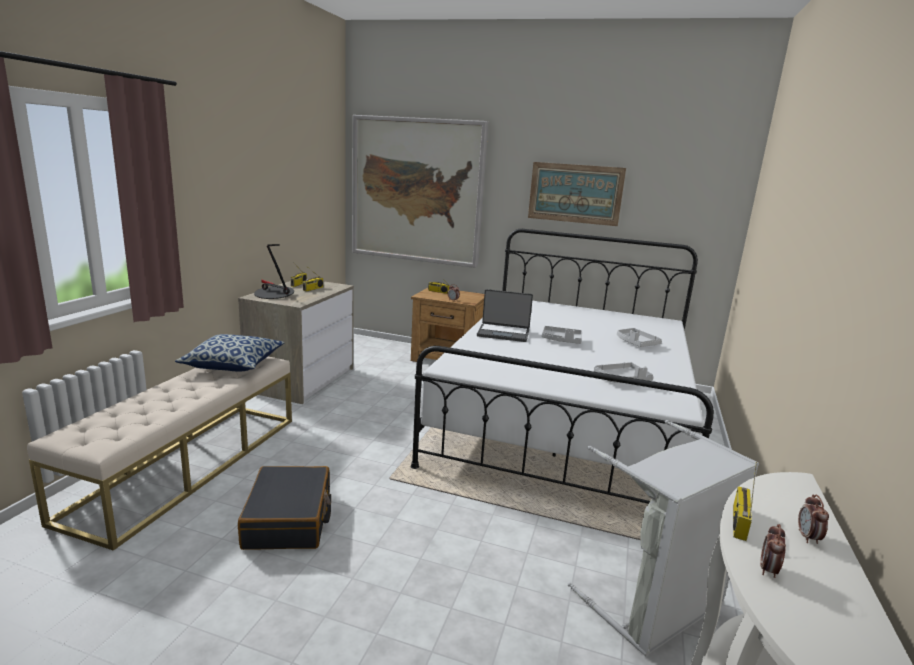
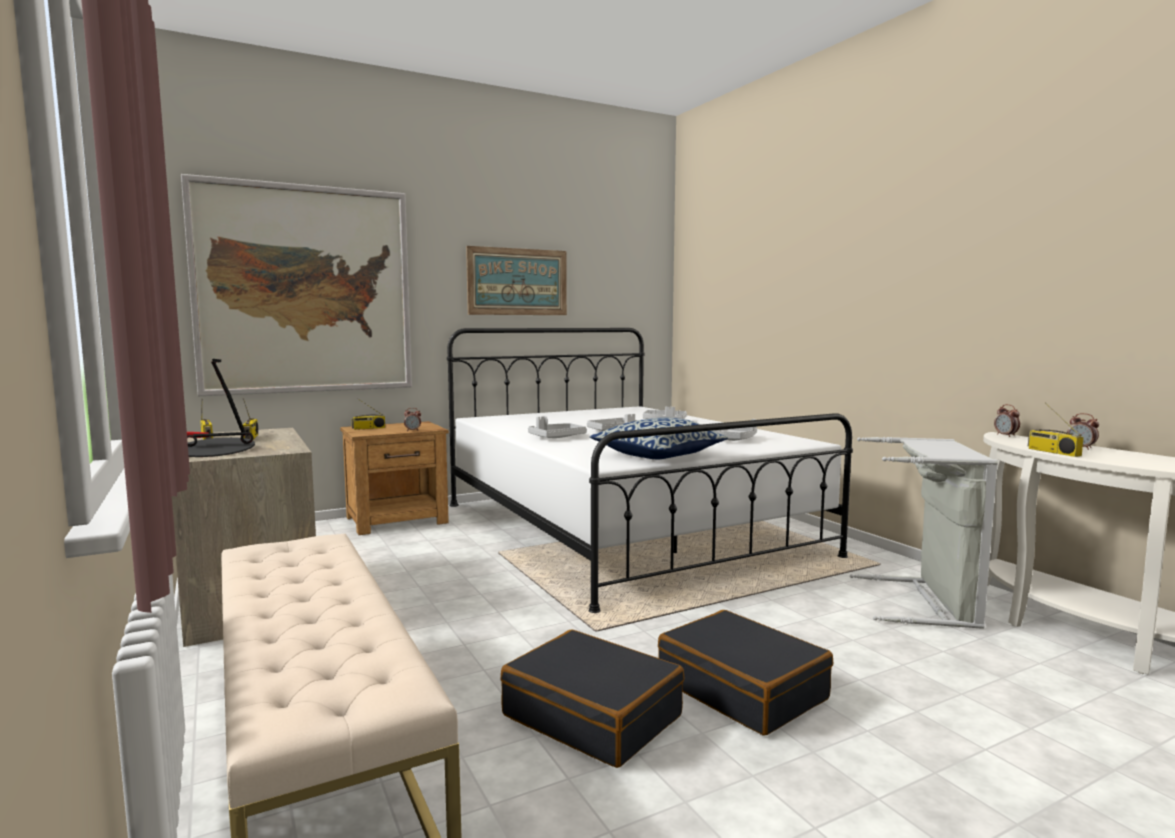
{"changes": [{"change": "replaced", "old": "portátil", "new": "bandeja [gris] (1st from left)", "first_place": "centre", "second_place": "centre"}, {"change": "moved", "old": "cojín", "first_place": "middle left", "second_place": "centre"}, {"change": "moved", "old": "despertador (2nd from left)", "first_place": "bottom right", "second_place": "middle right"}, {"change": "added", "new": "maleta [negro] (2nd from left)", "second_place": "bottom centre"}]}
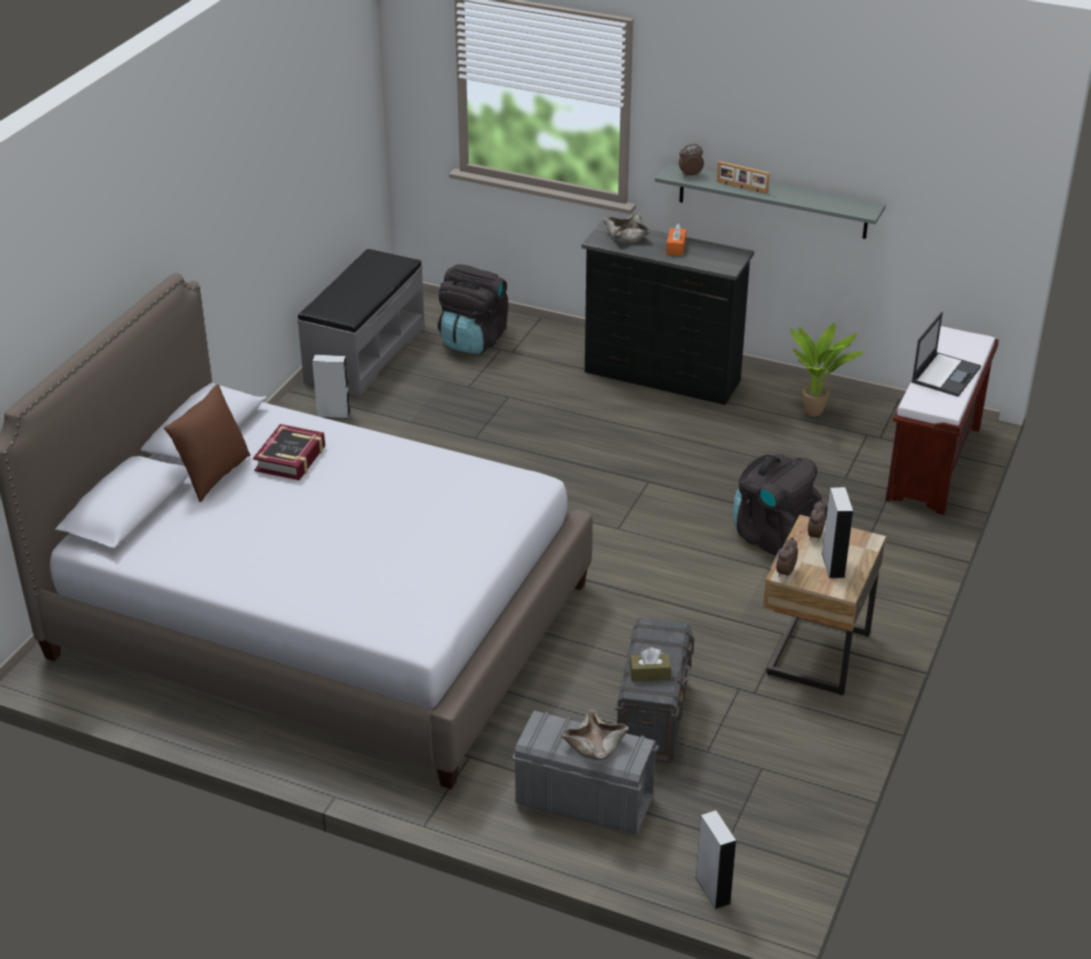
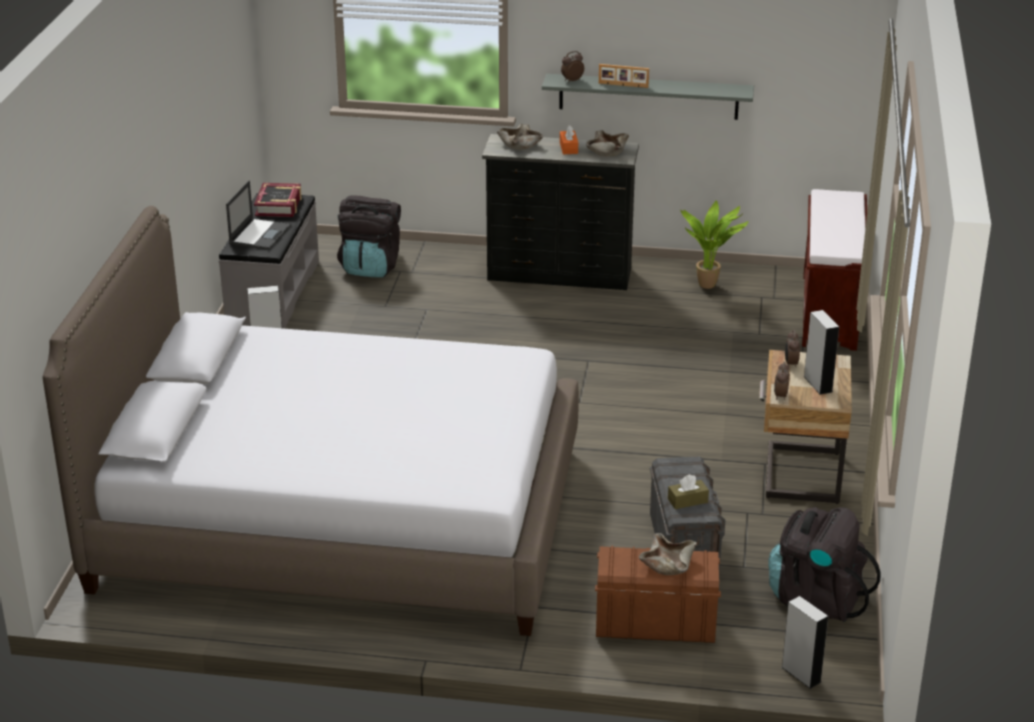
{"changes": [{"change": "moved", "old": "portátil", "first_place": "middle right", "second_place": "top left"}, {"change": "removed", "old": "cojín [marrón]", "first_place": "middle left"}, {"change": "moved", "old": "libro", "first_place": "middle left", "second_place": "top left"}, {"change": "moved", "old": "mochila [negro] (2nd from left)", "first_place": "middle right", "second_place": "bottom right"}, {"change": "recoloured", "old": "caja de almacenaje [gris] (1st from left)", "new": "caja de almacenaje [marrón]", "first_place": "bottom centre", "second_place": "bottom centre"}, {"change": "added", "new": "cuenco [beis] (2nd from left)", "second_place": "top centre"}]}
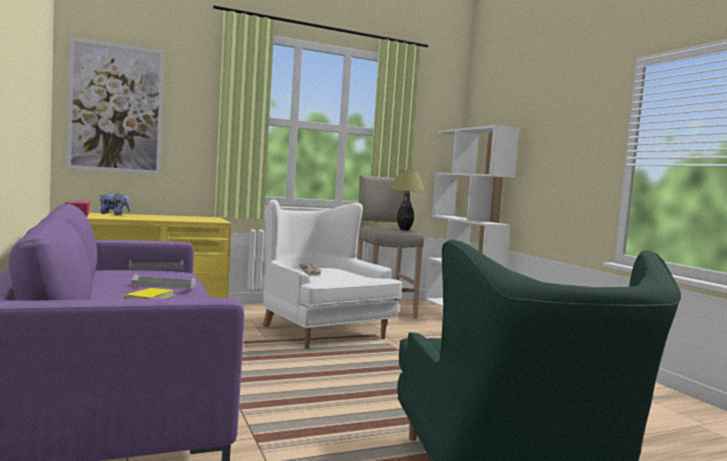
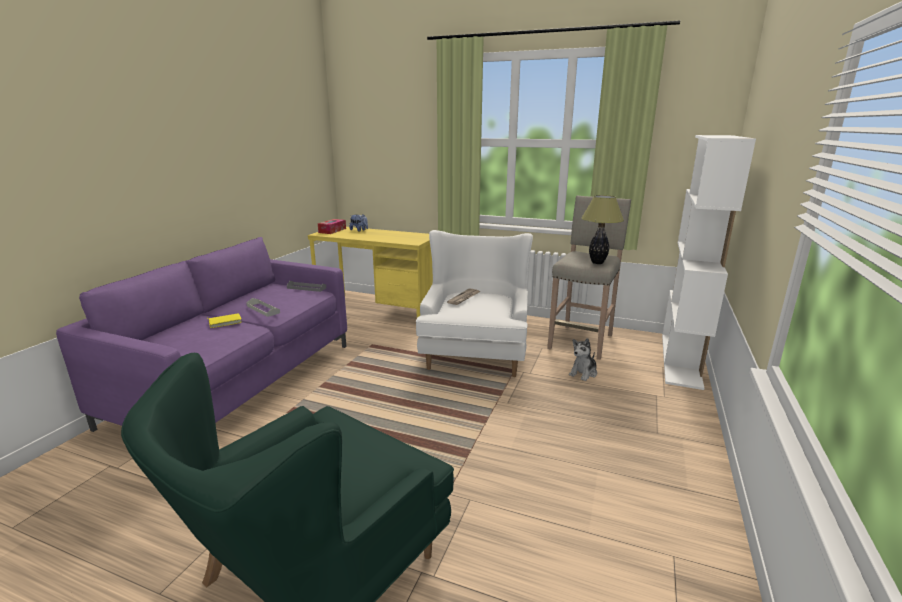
{"changes": [{"change": "removed", "old": "cuadro", "first_place": "top left"}, {"change": "added", "new": "peluche (2nd from left)", "second_place": "centre"}]}
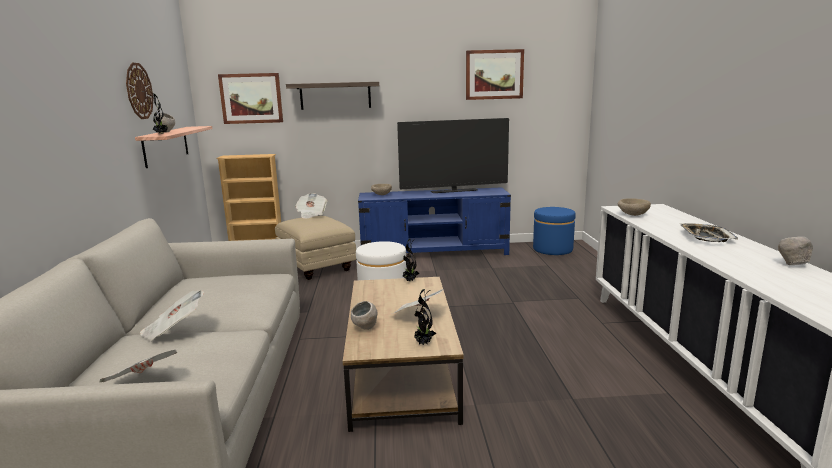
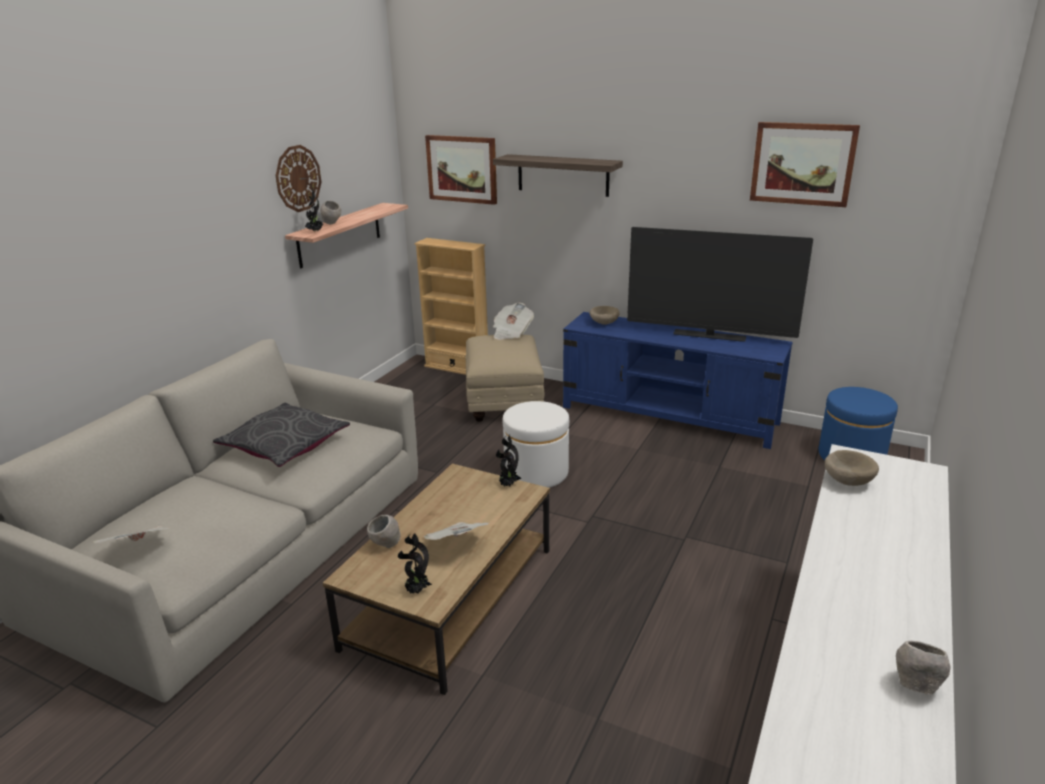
{"changes": [{"change": "removed", "old": "bandeja", "first_place": "middle right"}, {"change": "removed", "old": "periódico (2nd from left)", "first_place": "bottom left"}, {"change": "added", "new": "cojín [gris]", "second_place": "middle left"}]}
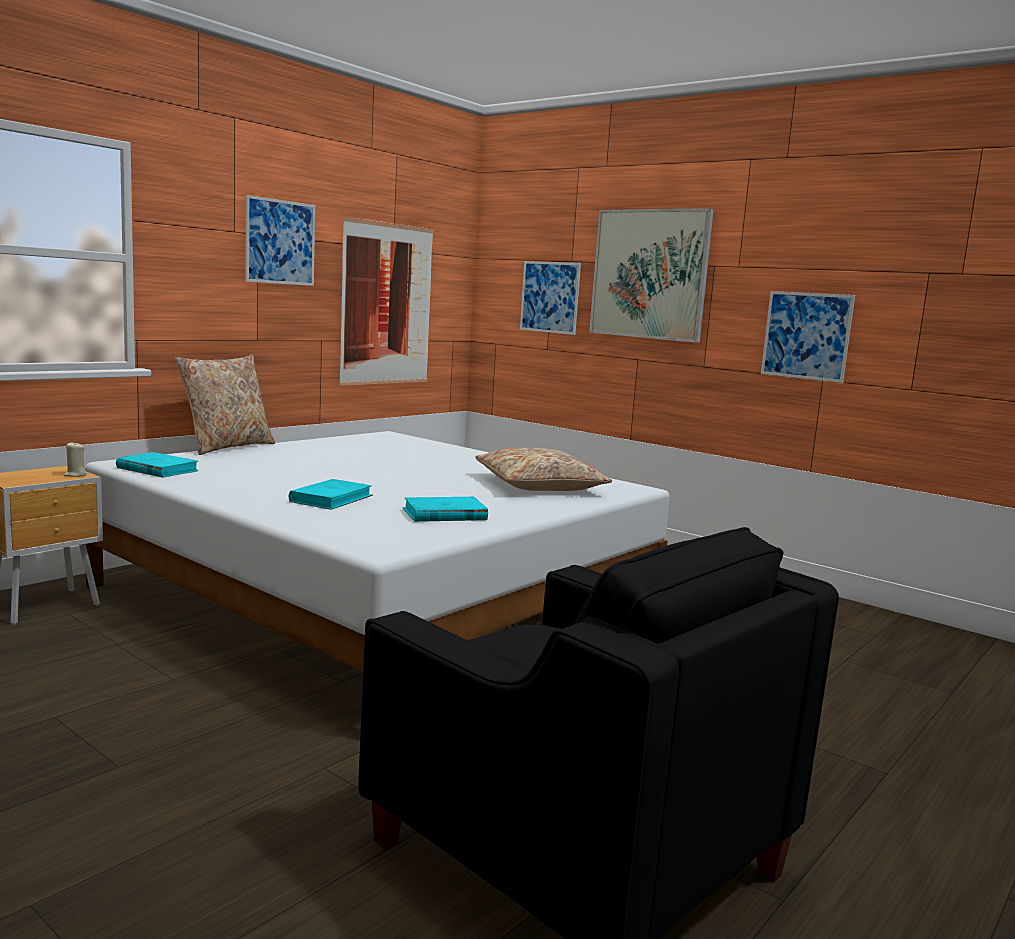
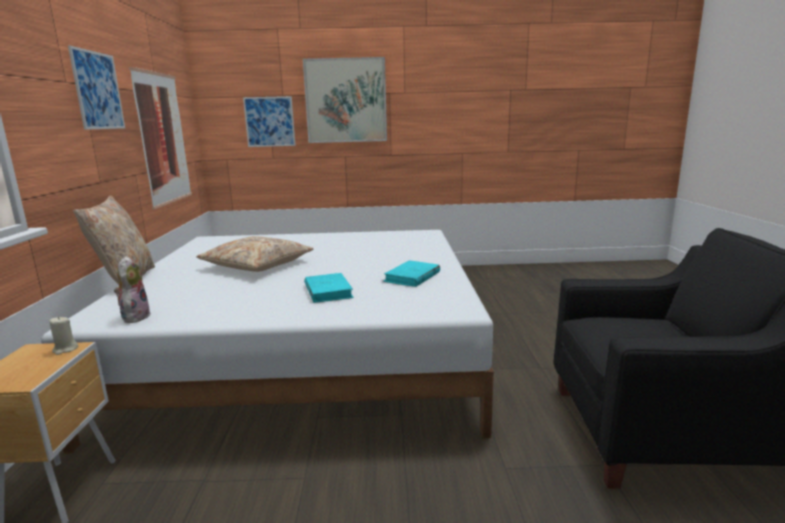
{"changes": [{"change": "removed", "old": "cuadro (5th from left)", "first_place": "middle right"}, {"change": "moved", "old": "cojín [beis] (2nd from left)", "first_place": "centre", "second_place": "middle left"}, {"change": "replaced", "old": "libro [turquesa] (1st from left)", "new": "peluche", "first_place": "middle left", "second_place": "middle left"}]}
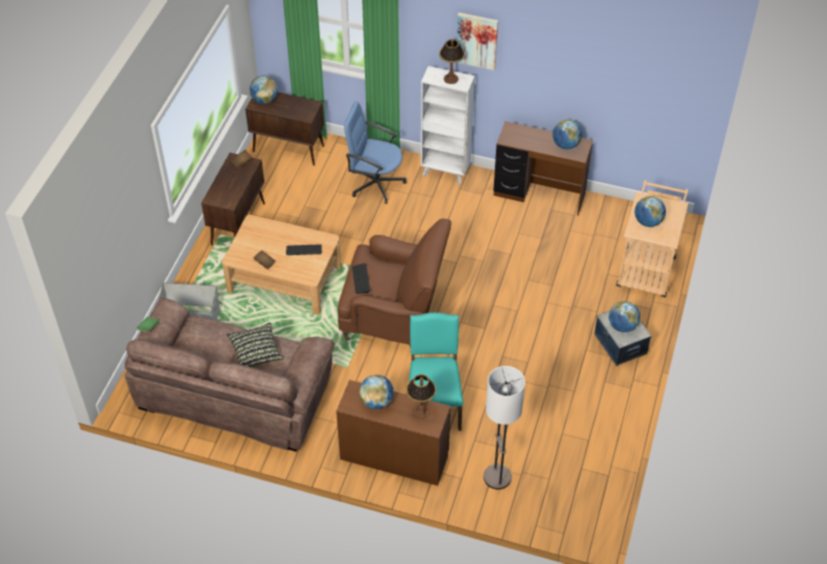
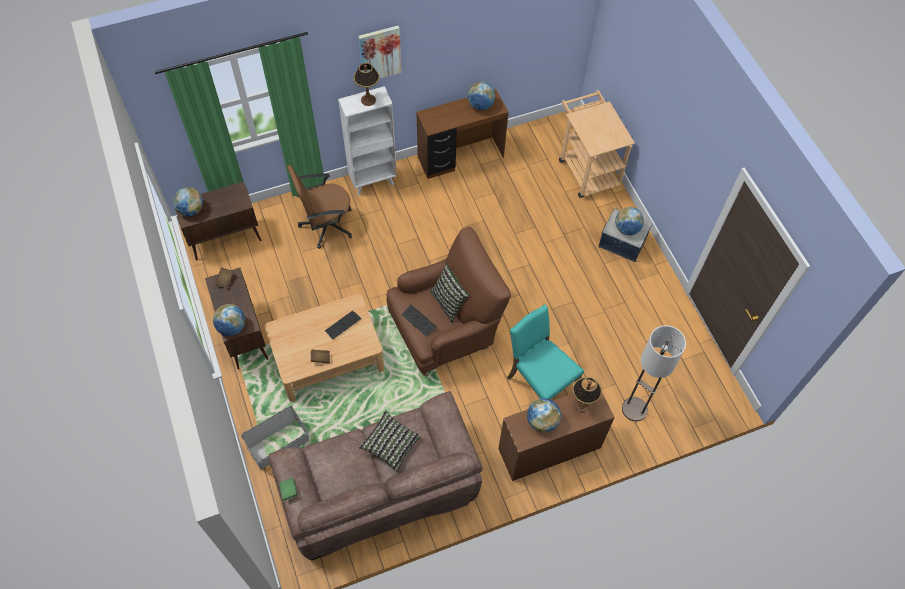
{"changes": [{"change": "recoloured", "old": "silla de oficina [azul]", "new": "silla de oficina [marrón]", "first_place": "top centre", "second_place": "centre"}, {"change": "moved", "old": "globo terráqueo (5th from left in the first image)", "new": "globo terráqueo (2nd from left)", "first_place": "middle right", "second_place": "middle left"}, {"change": "added", "new": "cojín (2nd from left)", "second_place": "centre"}]}
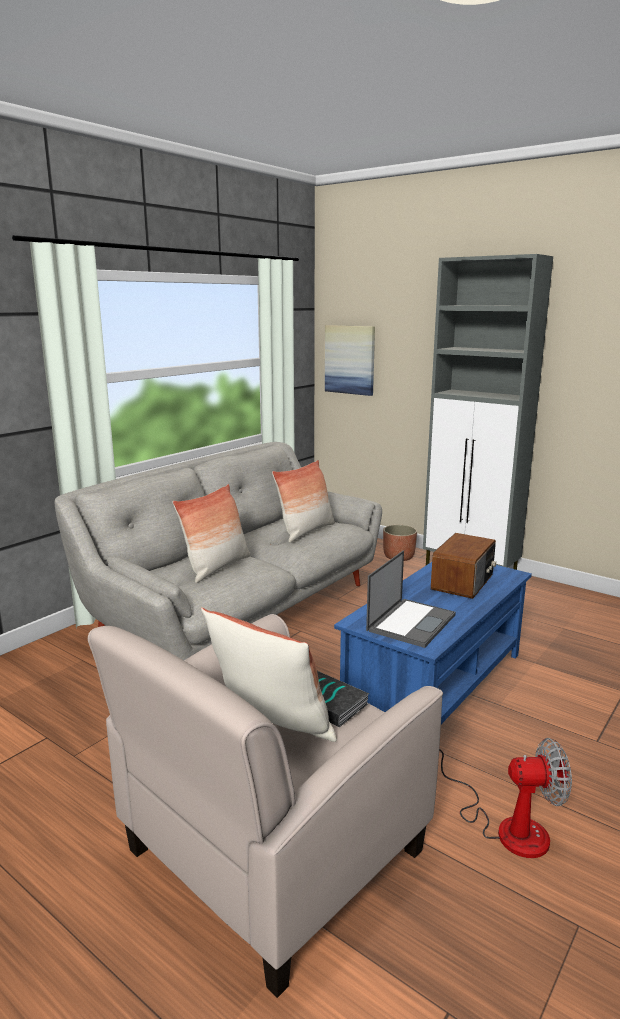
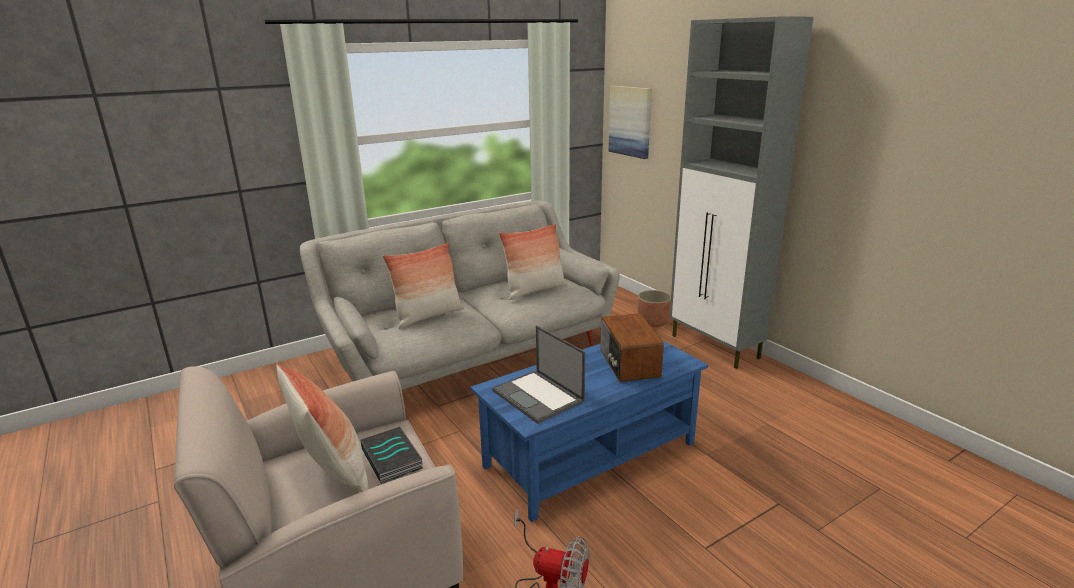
{"changes": [{"change": "turned", "old": "radio", "first_place": "middle right", "second_place": "centre", "degrees": 120}, {"change": "turned", "old": "portátil", "first_place": "centre", "second_place": "centre", "degrees": 90}]}
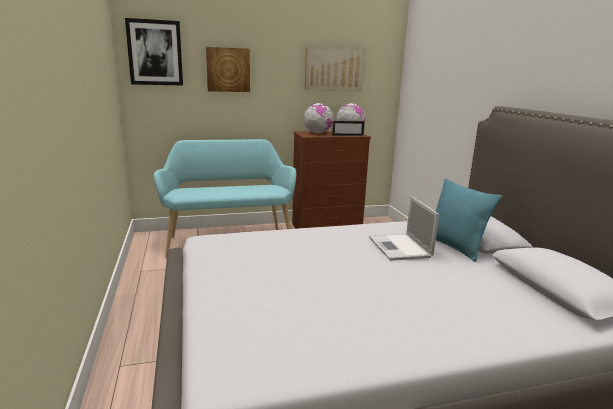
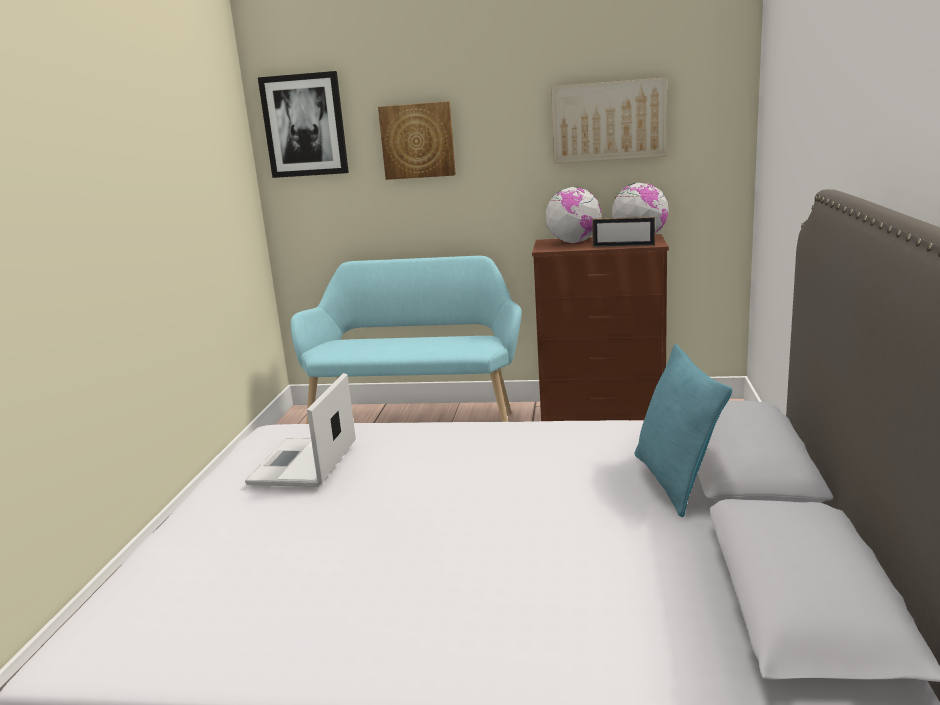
{"changes": [{"change": "moved", "old": "portátil", "first_place": "centre", "second_place": "middle left"}]}
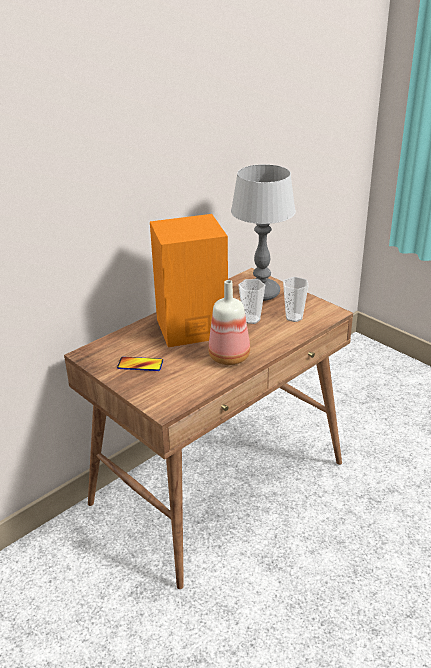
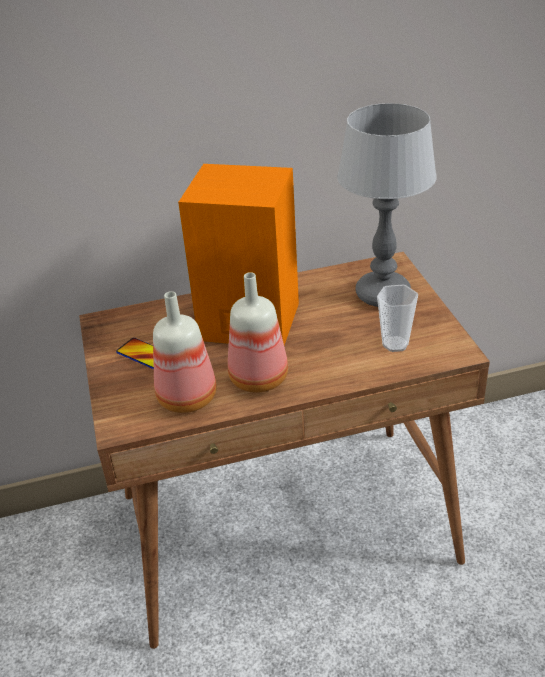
{"changes": [{"change": "removed", "old": "taza (1st from left)", "first_place": "centre"}, {"change": "added", "new": "botella (1st from left)", "second_place": "centre"}]}
